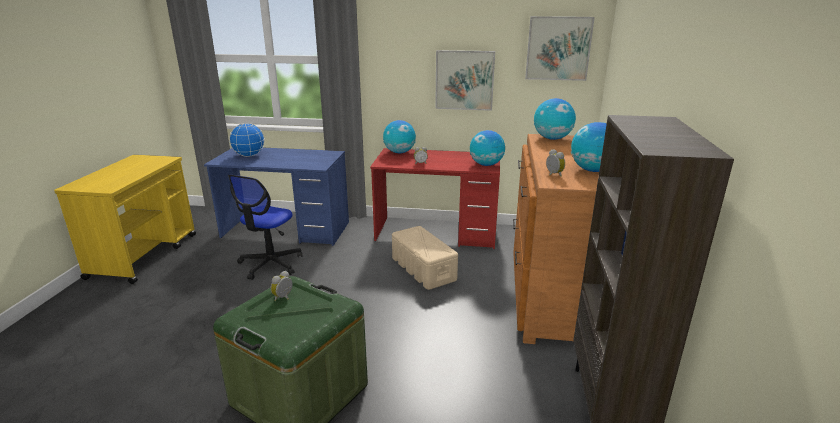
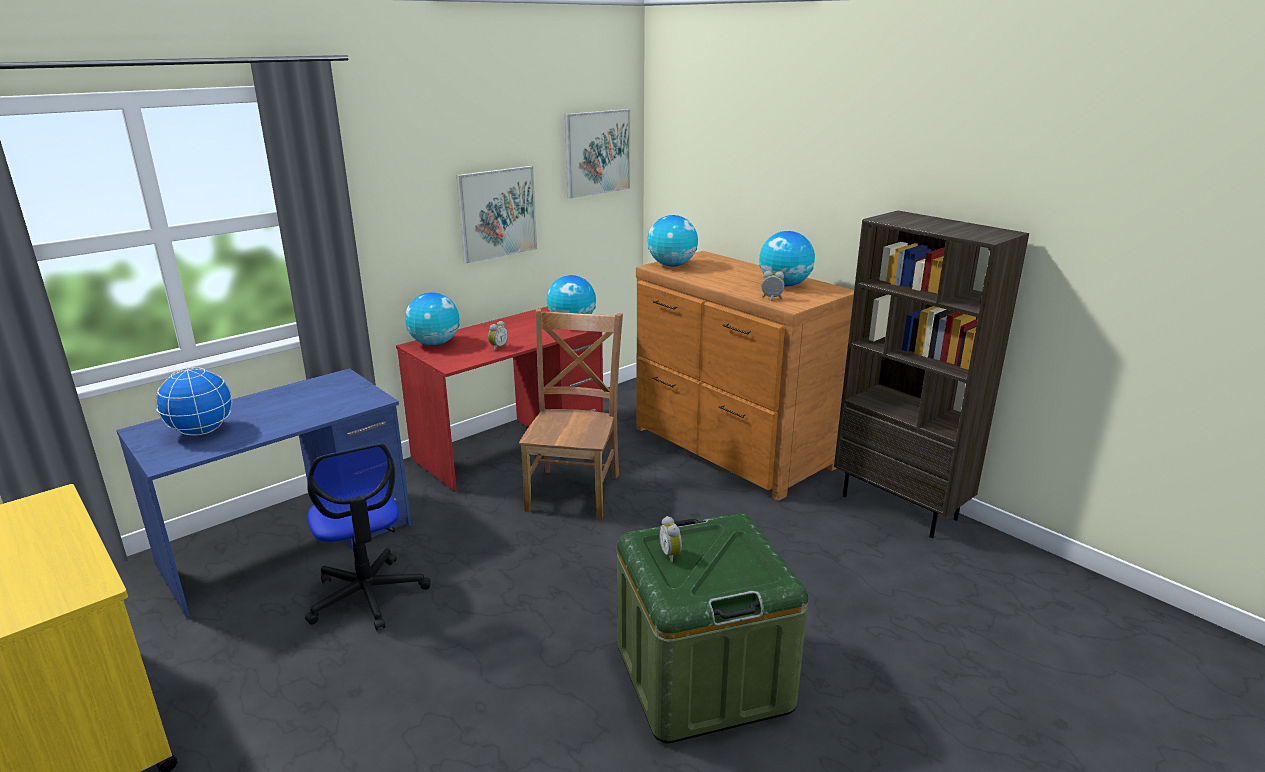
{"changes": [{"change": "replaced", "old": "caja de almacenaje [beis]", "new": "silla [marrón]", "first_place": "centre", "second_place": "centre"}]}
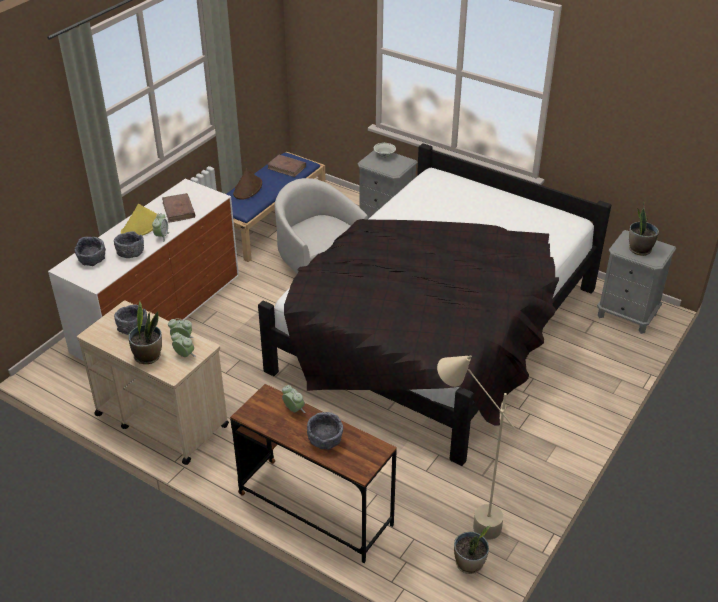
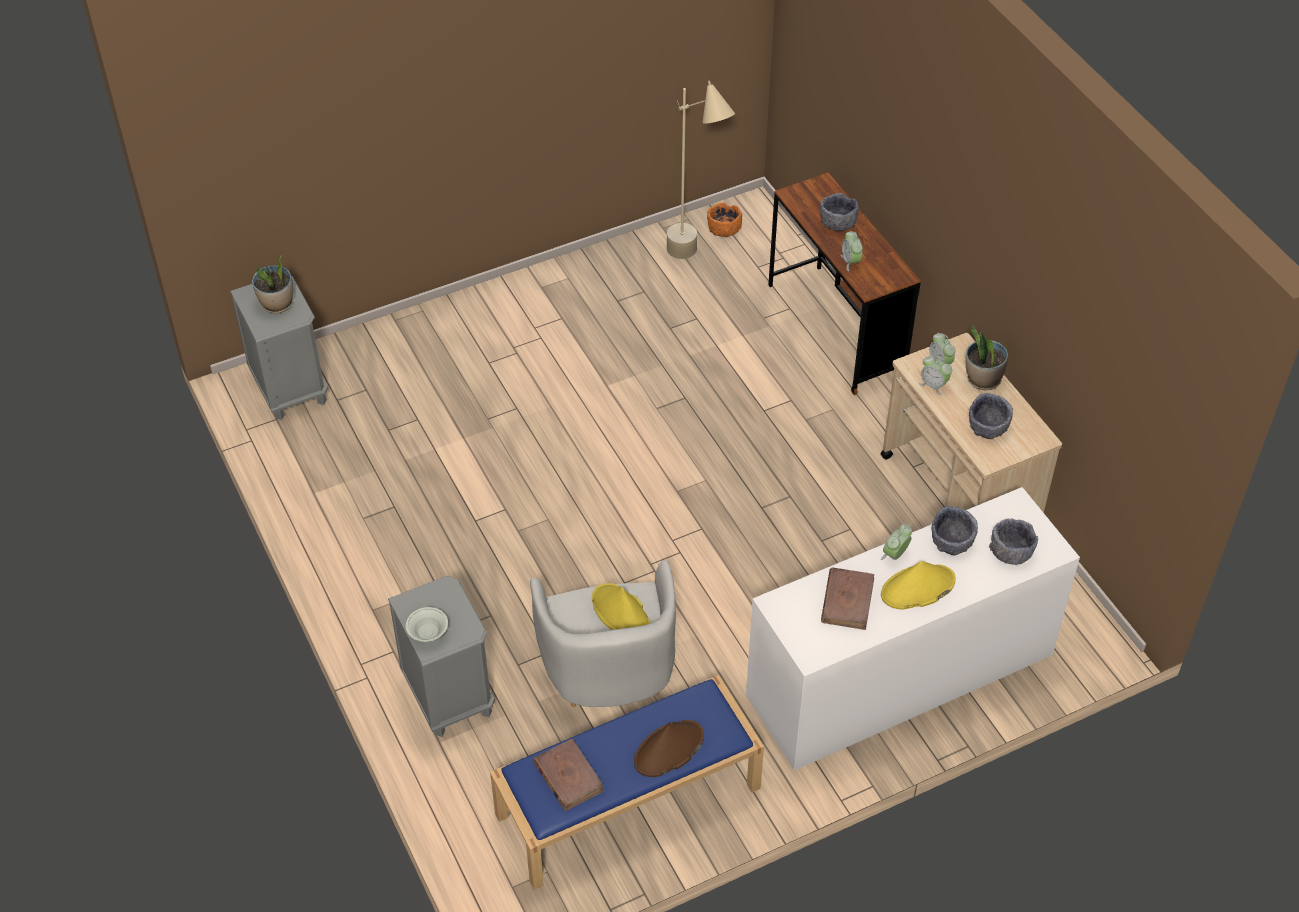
{"changes": [{"change": "removed", "old": "cama [negro]", "first_place": "centre"}, {"change": "replaced", "old": "planta en maceta (2nd from left)", "new": "cuenco [naranja]", "first_place": "bottom centre", "second_place": "top centre"}, {"change": "added", "new": "sombrero [amarillo] (1st from left)", "second_place": "centre"}]}
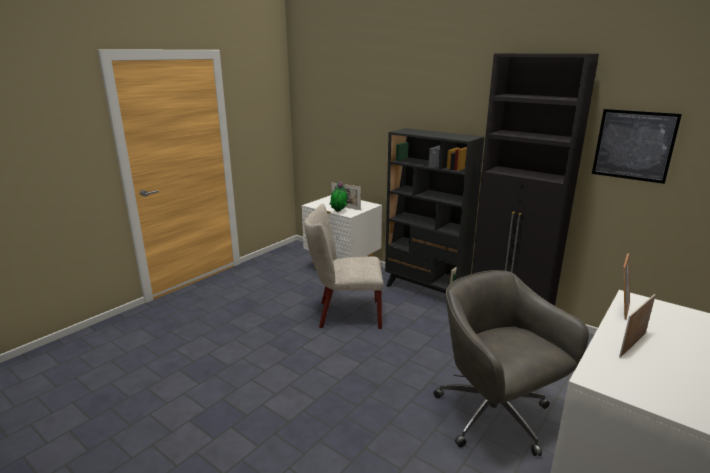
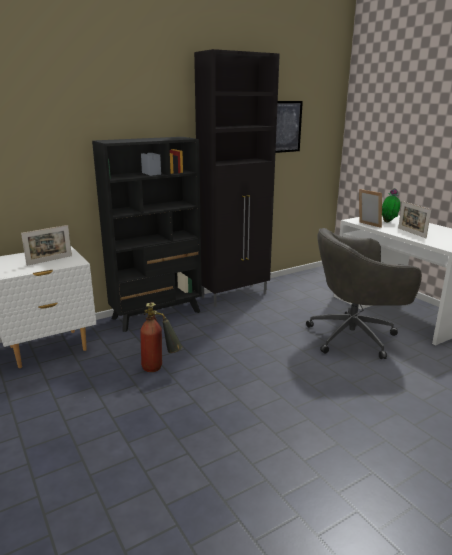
{"changes": [{"change": "moved", "old": "planta en maceta", "first_place": "centre", "second_place": "middle right"}, {"change": "replaced", "old": "silla [beis]", "new": "extintor", "first_place": "centre", "second_place": "centre"}]}
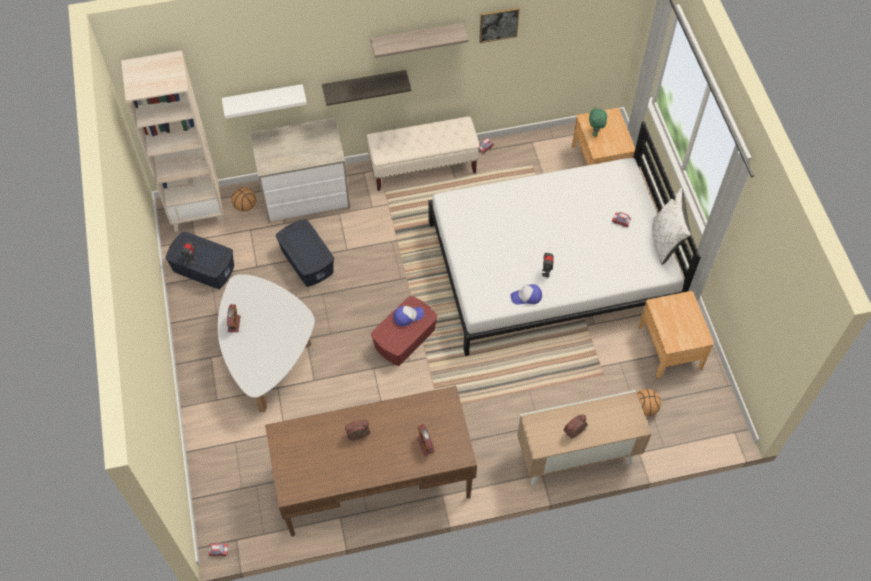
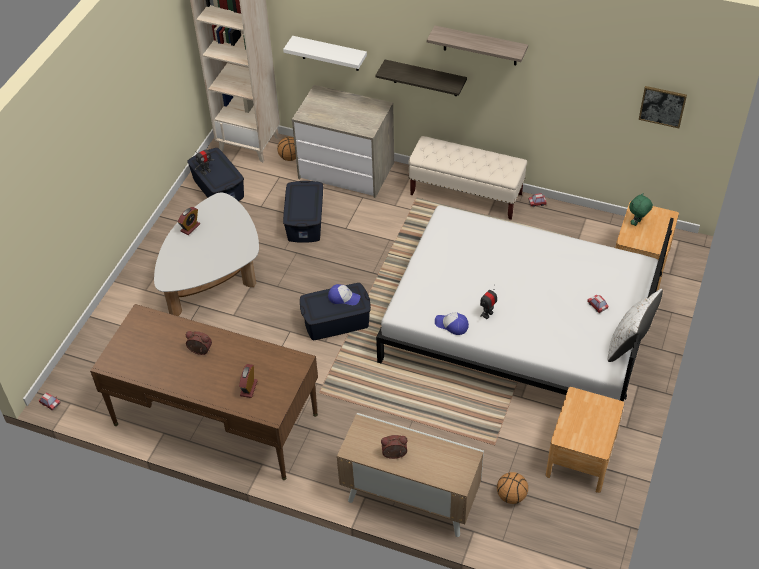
{"changes": [{"change": "moved", "old": "cuadro", "first_place": "top centre", "second_place": "top right"}, {"change": "recoloured", "old": "caja de almacenaje [rojo]", "new": "caja de almacenaje [azul] (3rd from left)", "first_place": "centre", "second_place": "centre"}]}
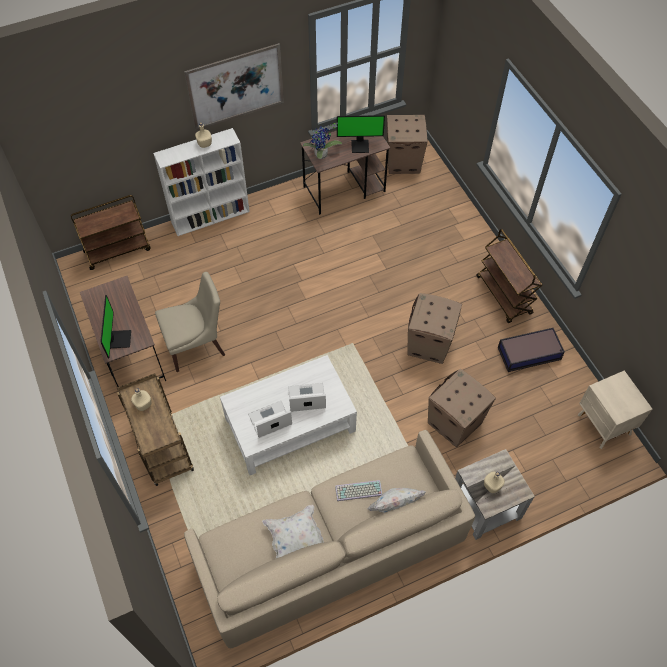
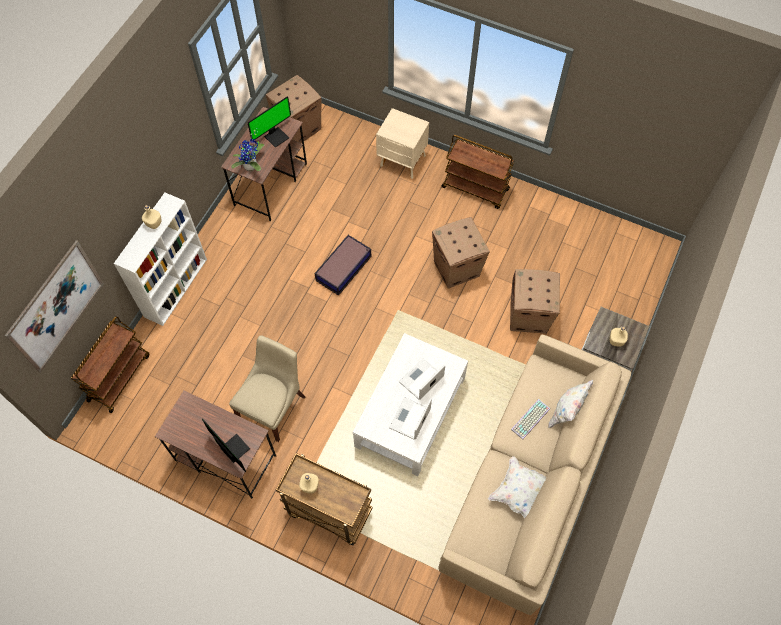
{"changes": [{"change": "moved", "old": "cuadro", "first_place": "top centre", "second_place": "middle left"}, {"change": "moved", "old": "caja de almacenaje", "first_place": "middle right", "second_place": "centre"}, {"change": "moved", "old": "mesita de noche [beis]", "first_place": "middle right", "second_place": "top centre"}]}
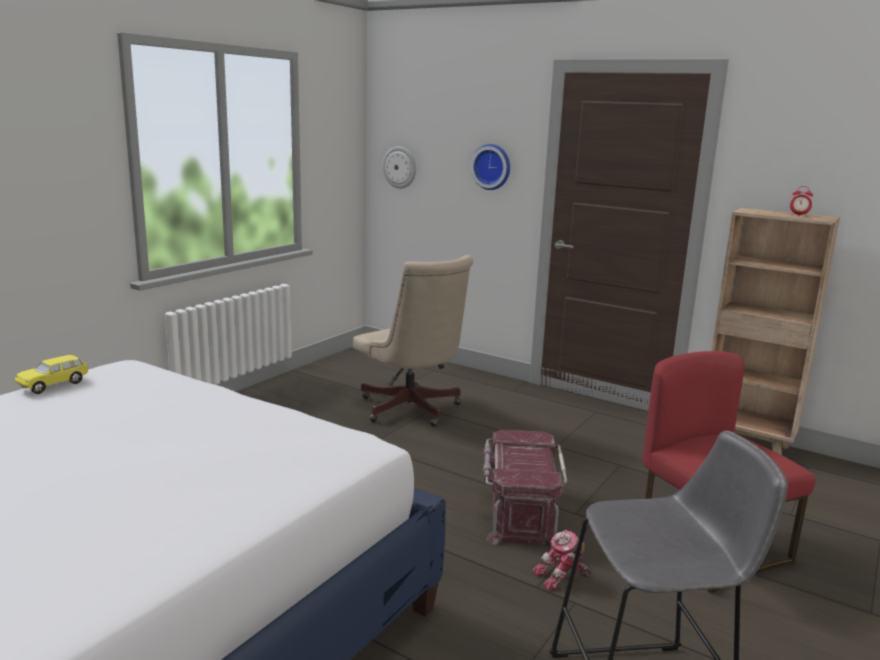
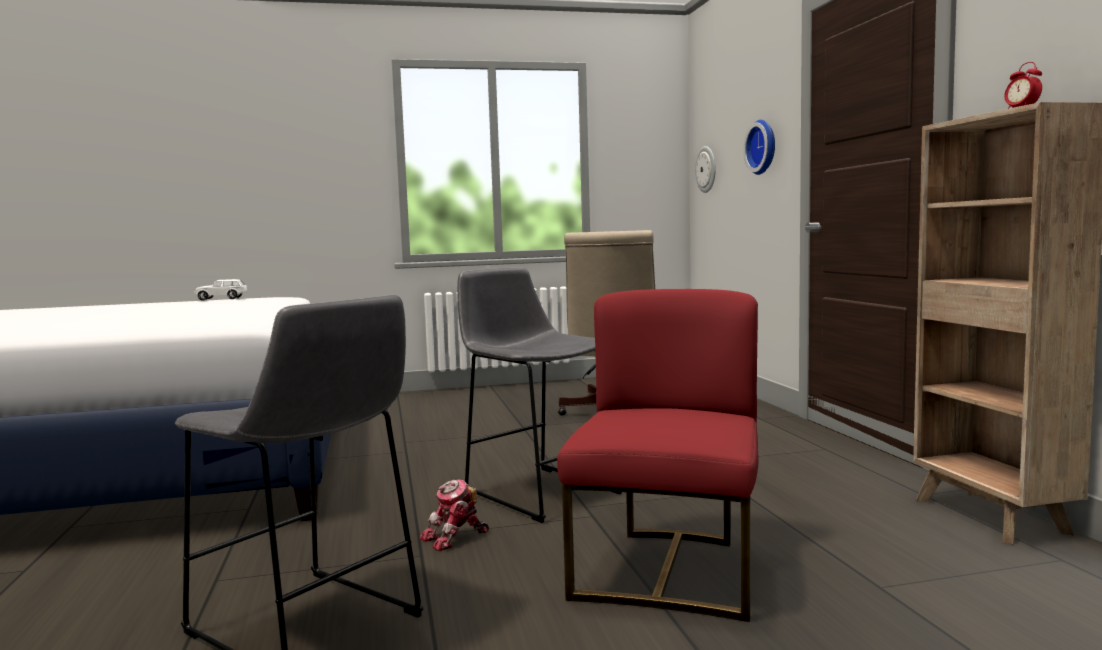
{"changes": [{"change": "recoloured", "old": "coche de juguete [amarillo]", "new": "coche de juguete [blanco]", "first_place": "middle left", "second_place": "middle left"}, {"change": "replaced", "old": "caja de almacenaje [rojo]", "new": "taburete [gris] (2nd from left)", "first_place": "bottom centre", "second_place": "centre"}, {"change": "turned", "old": "robot de juguete", "first_place": "bottom centre", "second_place": "bottom centre", "degrees": -60}]}
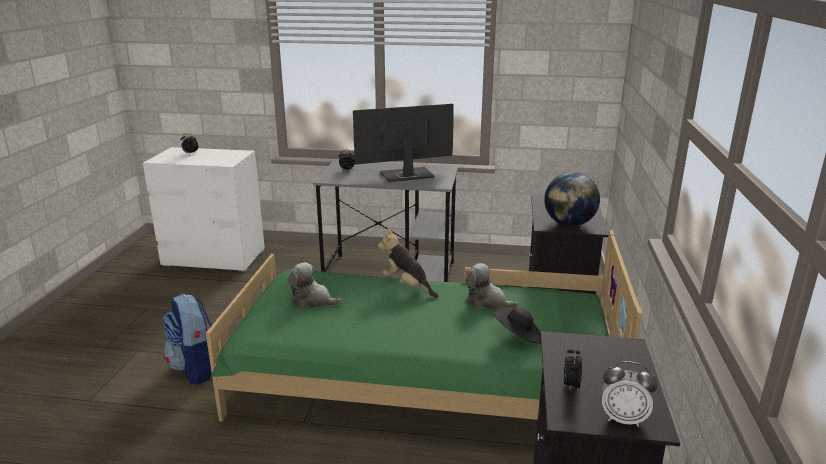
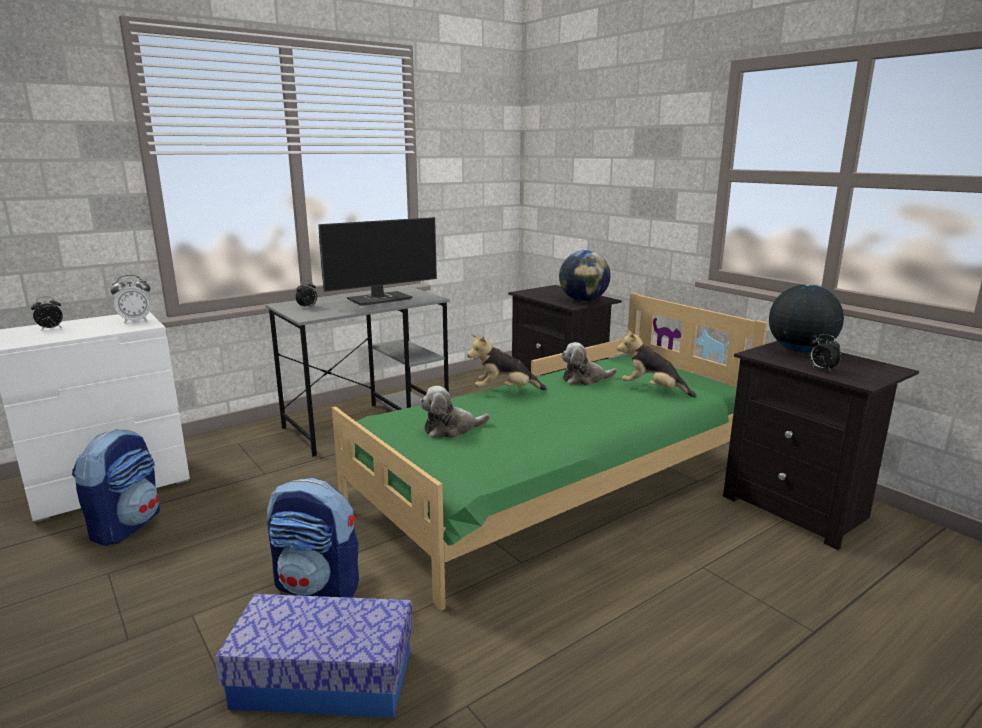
{"changes": [{"change": "turned", "old": "monitor", "first_place": "top centre", "second_place": "centre", "degrees": -150}, {"change": "replaced", "old": "sombrero [negro]", "new": "peluche (4th from left)", "first_place": "bottom centre", "second_place": "middle right"}, {"change": "moved", "old": "despertador (4th from left in the first image)", "new": "despertador (2nd from left)", "first_place": "bottom right", "second_place": "middle left"}, {"change": "added", "new": "globo terráqueo (2nd from left)", "second_place": "middle right"}, {"change": "added", "new": "mochila (1st from left)", "second_place": "bottom left"}, {"change": "added", "new": "caja de almacenaje", "second_place": "bottom left"}]}
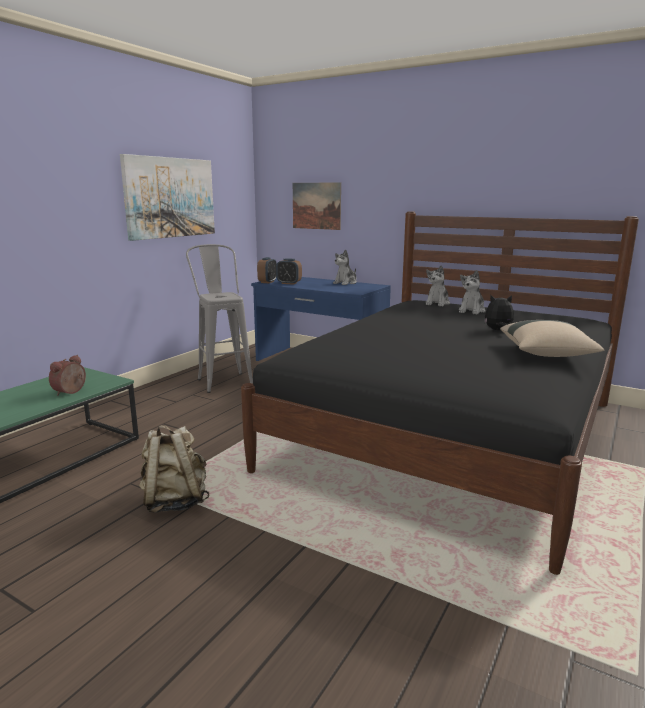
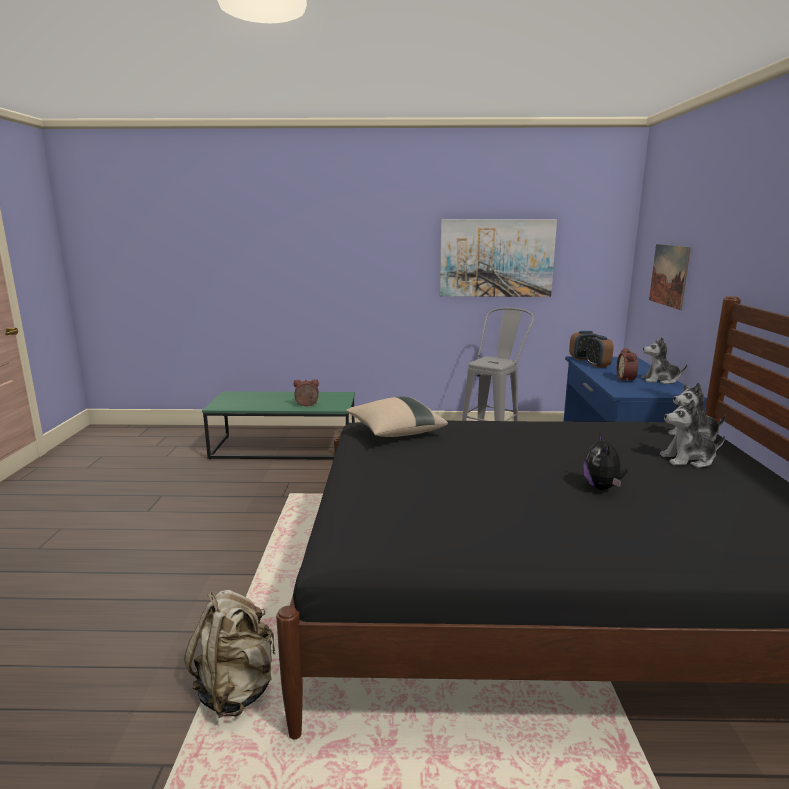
{"changes": [{"change": "turned", "old": "peluche (4th from left in the first image)", "first_place": "middle right", "second_place": "middle right", "degrees": -150}, {"change": "moved", "old": "cojín [beis]", "first_place": "middle right", "second_place": "centre"}, {"change": "moved", "old": "mochila [beis]", "first_place": "middle left", "second_place": "bottom left"}, {"change": "added", "new": "despertador (4th from left)", "second_place": "middle right"}]}
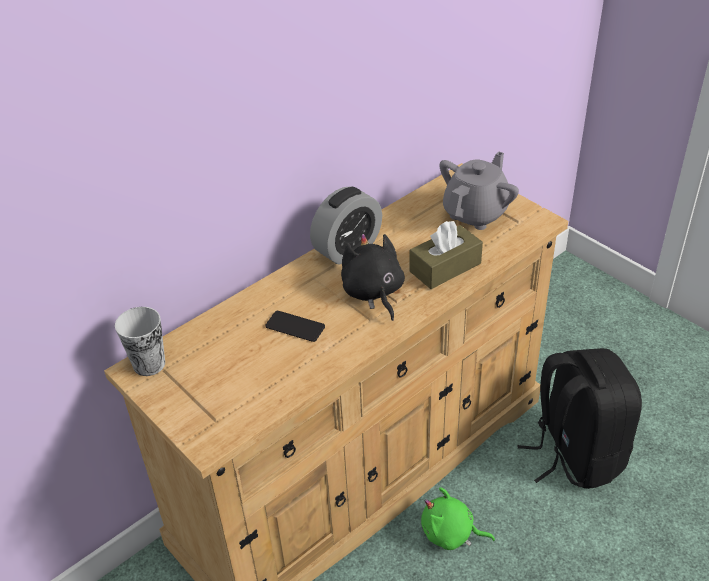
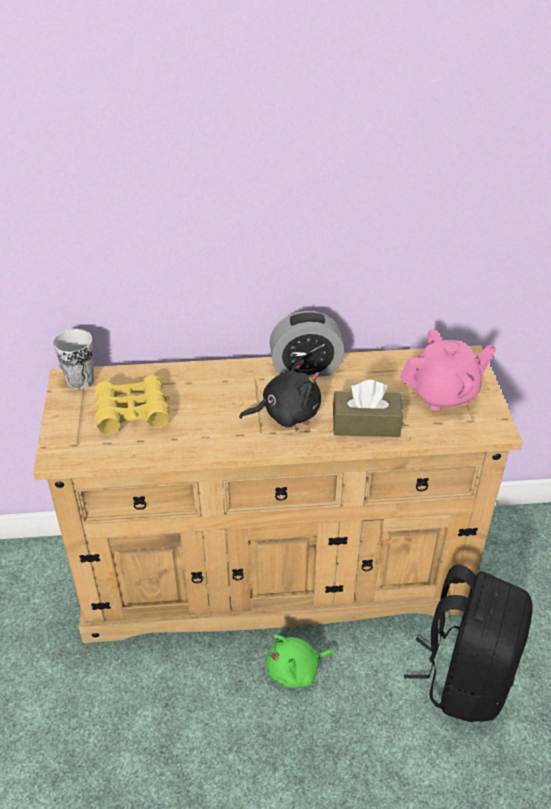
{"changes": [{"change": "recoloured", "old": "tetera [gris]", "new": "tetera [rosa]", "first_place": "top right", "second_place": "middle right"}, {"change": "turned", "old": "peluche [negro]", "first_place": "centre", "second_place": "centre", "degrees": 60}, {"change": "removed", "old": "móvil", "first_place": "centre"}, {"change": "turned", "old": "peluche [verde]", "first_place": "bottom centre", "second_place": "bottom centre", "degrees": -75}, {"change": "added", "new": "prismáticos [amarillo]", "second_place": "middle left"}]}
